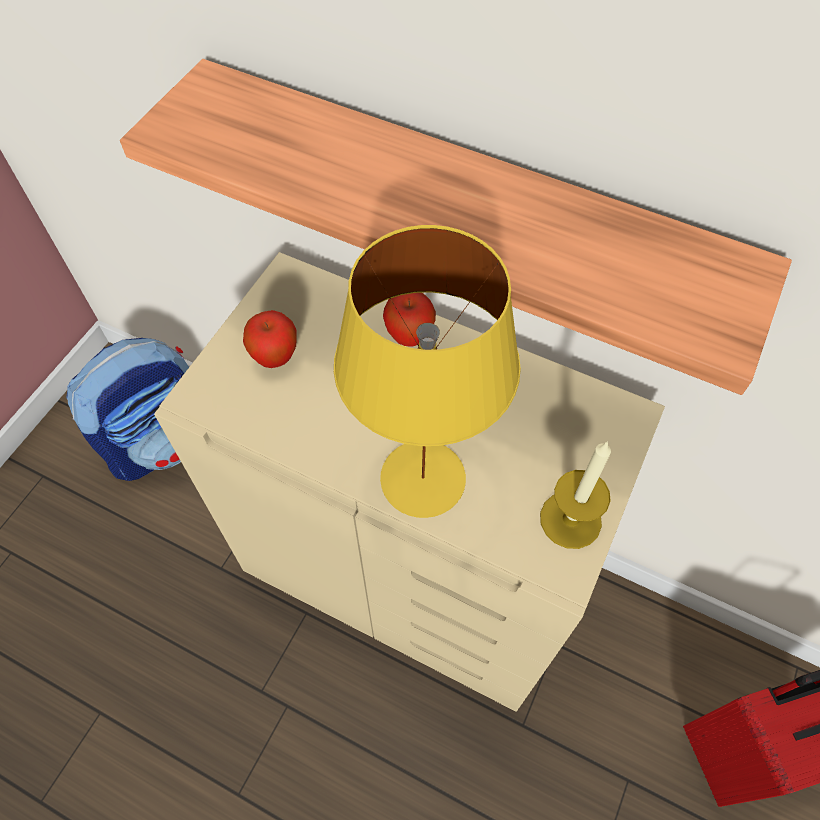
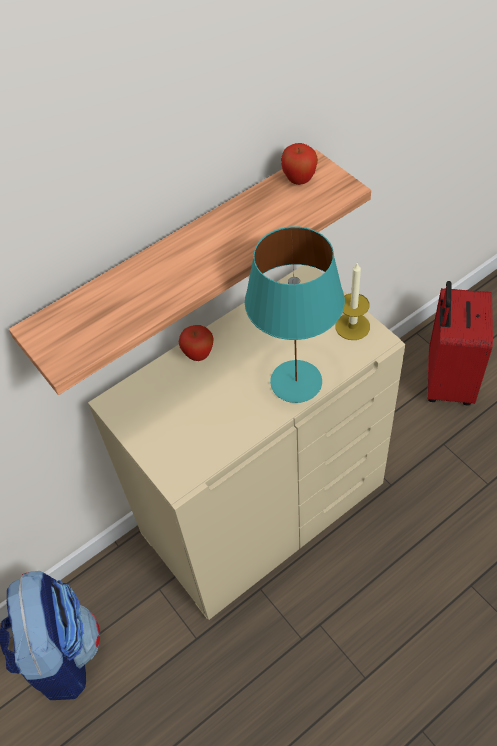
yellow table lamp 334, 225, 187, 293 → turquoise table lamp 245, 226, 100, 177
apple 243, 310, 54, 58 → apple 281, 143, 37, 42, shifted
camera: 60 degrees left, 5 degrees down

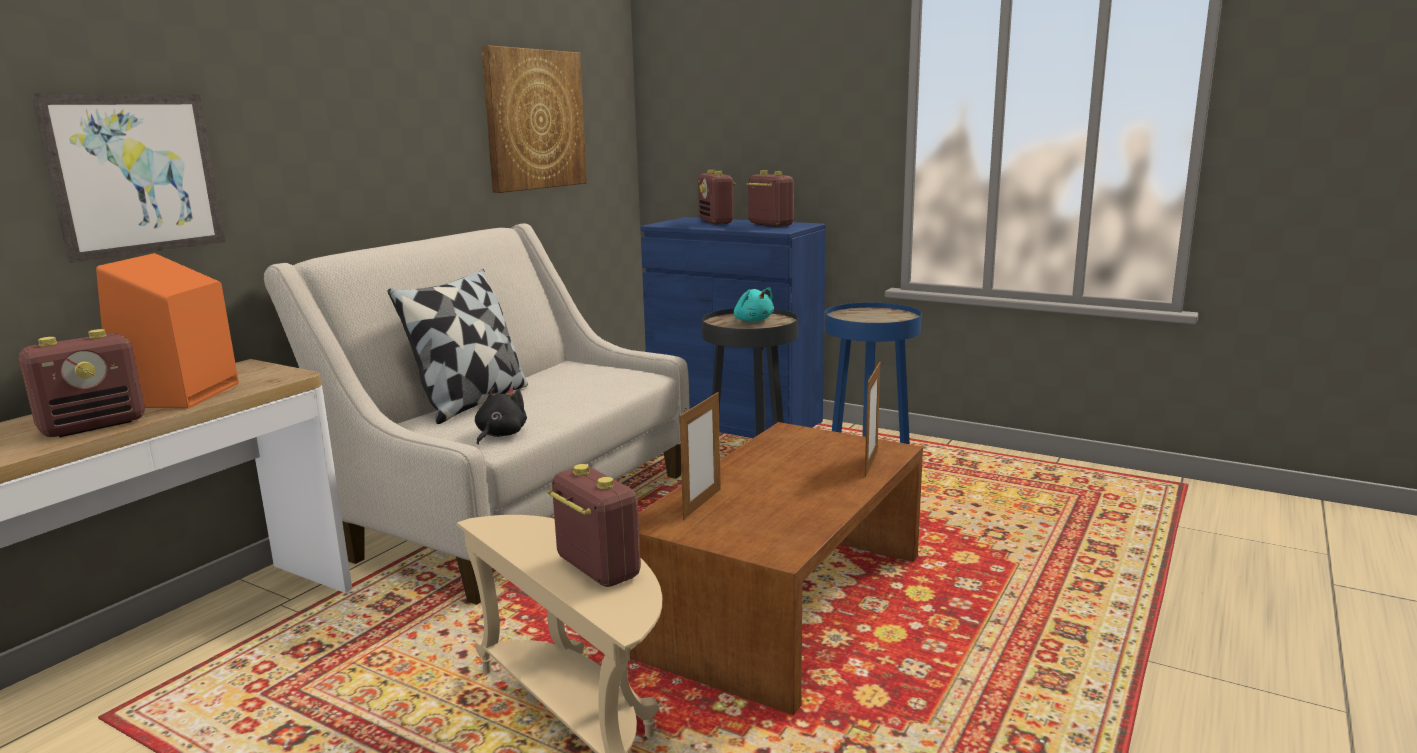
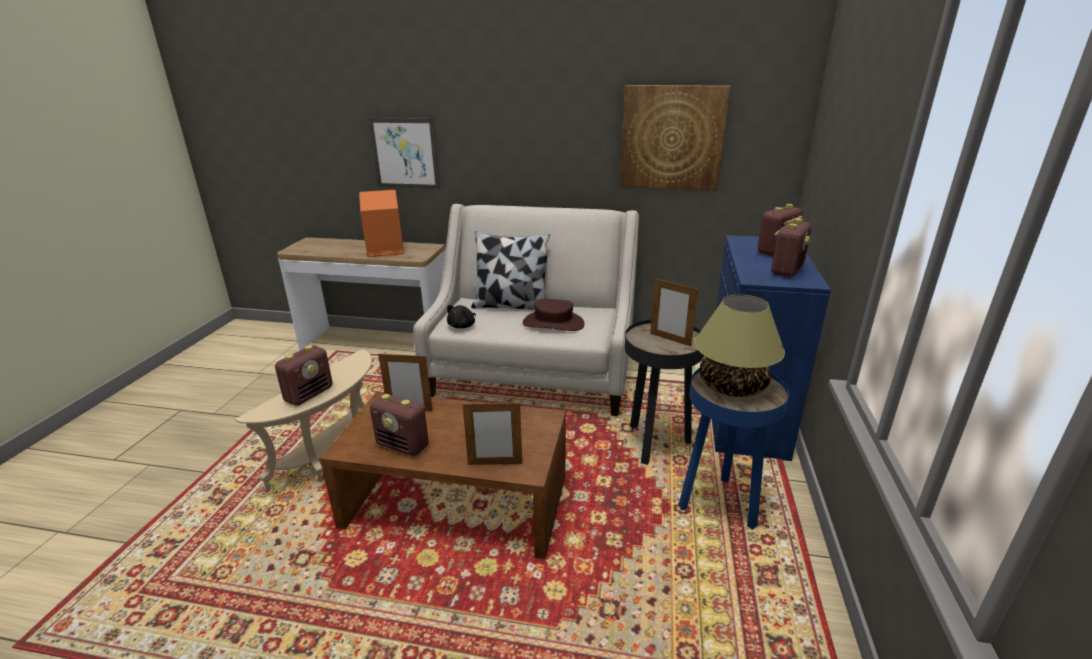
turquoise plush toy 734, 288, 40, 34 → picture frame 650, 279, 48, 67
radio 19, 329, 126, 108 → radio 370, 394, 59, 62, shifted
black plush toy 475, 387, 52, 58 → black plush toy 447, 305, 29, 23, 120 degrees clockwise
- → table lamp 695, 295, 90, 102
- → brown hat 523, 299, 61, 32
camera: 70 degrees right, 10 degrees up

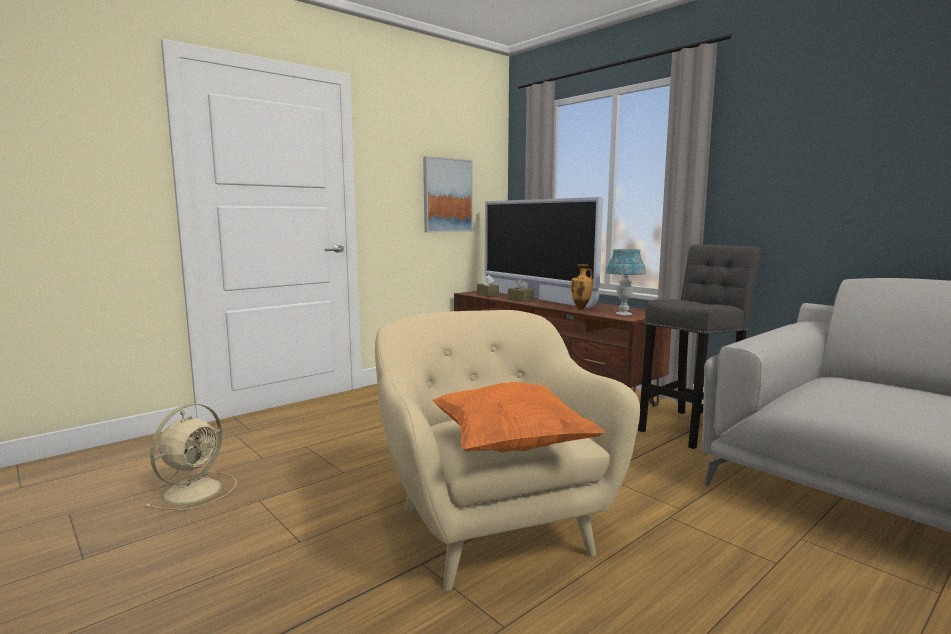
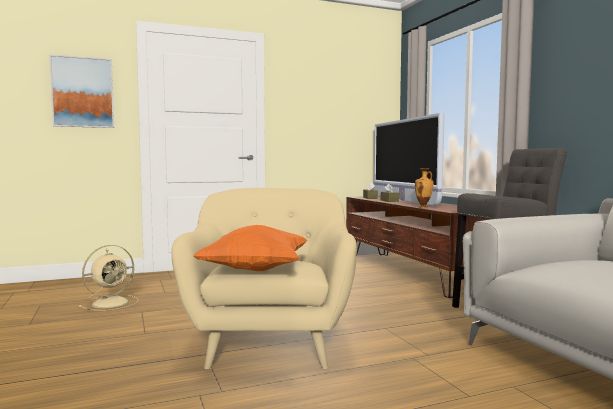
picture 423, 156, 50, 77 → picture 49, 55, 65, 73, shifted
blue table lamp 606, 249, 40, 67 → -
camera: 20 degrees right, 5 degrees down

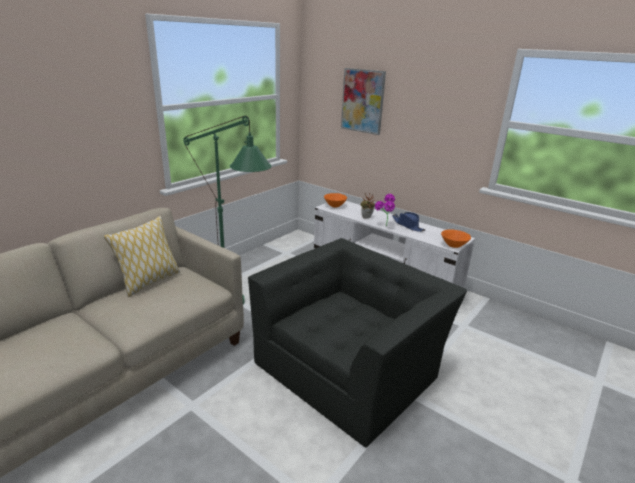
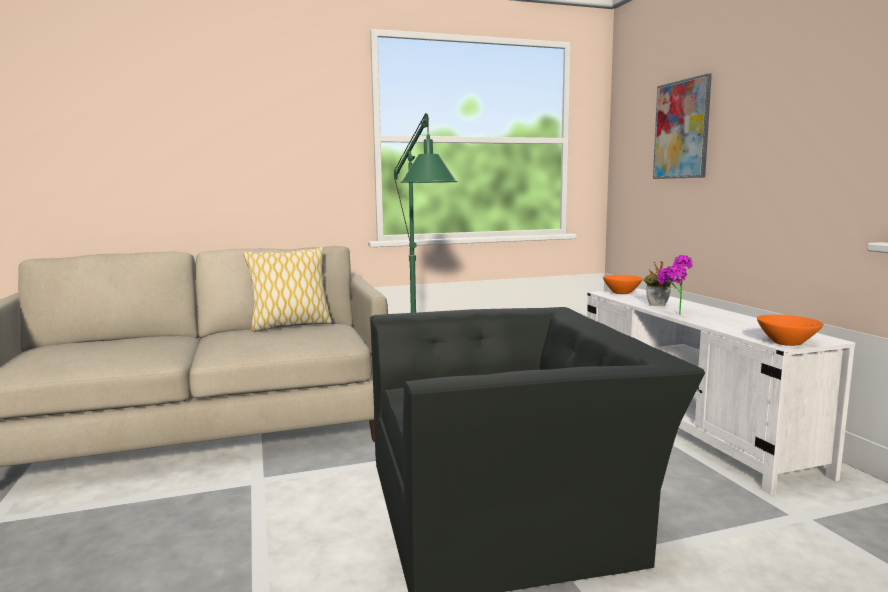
blue hat 392, 212, 34, 20 → -
camera: 35 degrees right, 15 degrees down

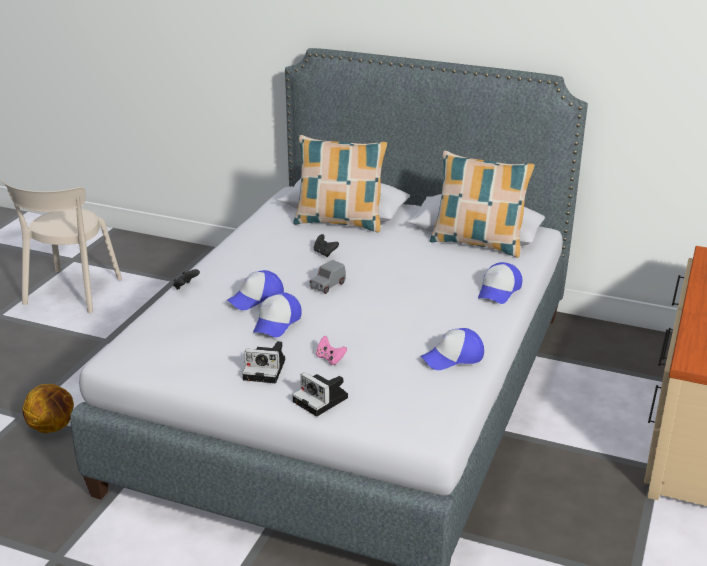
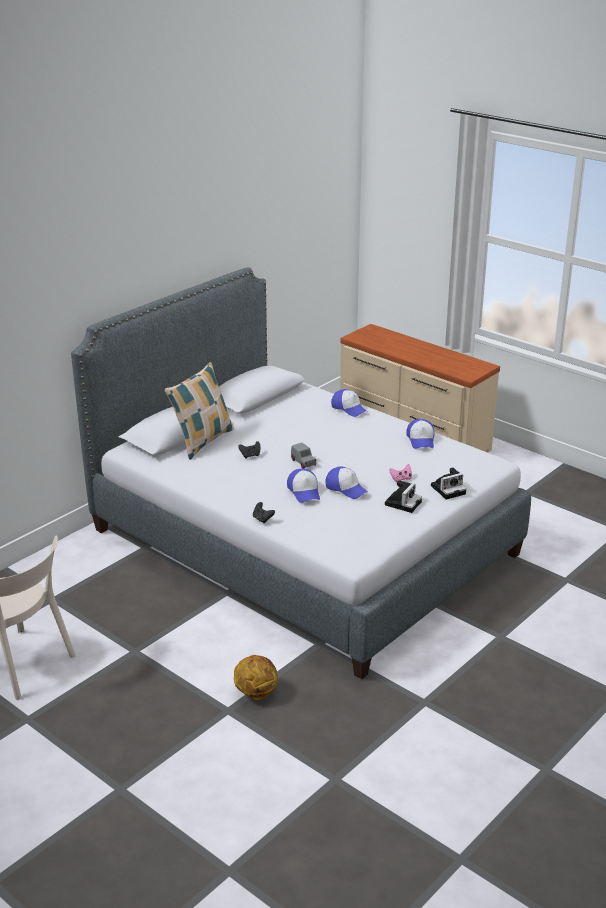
pillow 430, 151, 105, 107 → -
camera: 70 degrees left, 0 degrees up

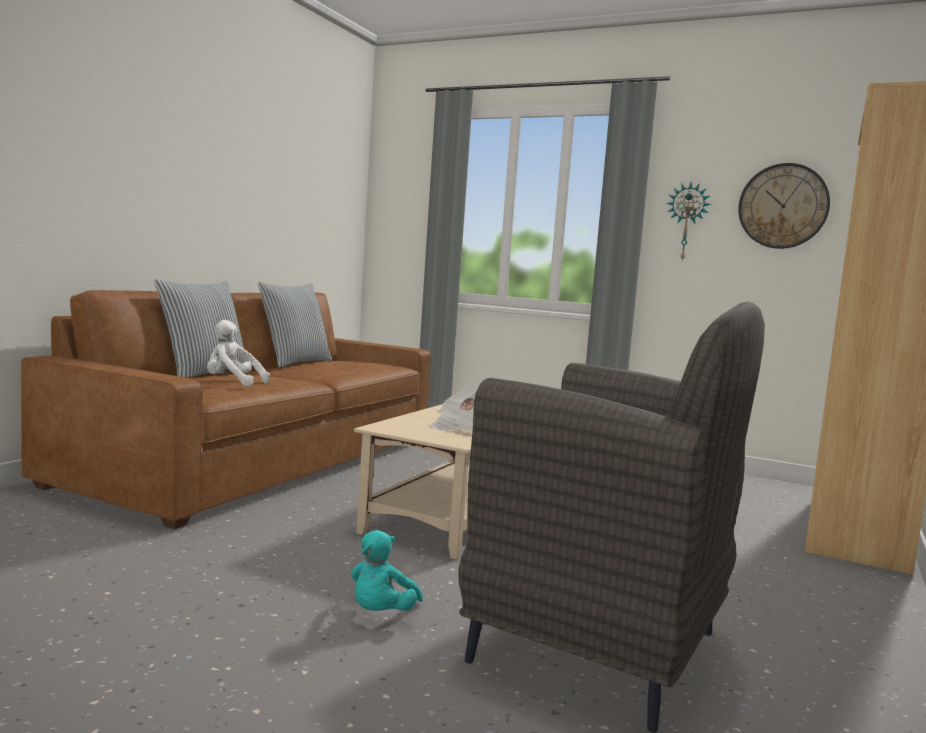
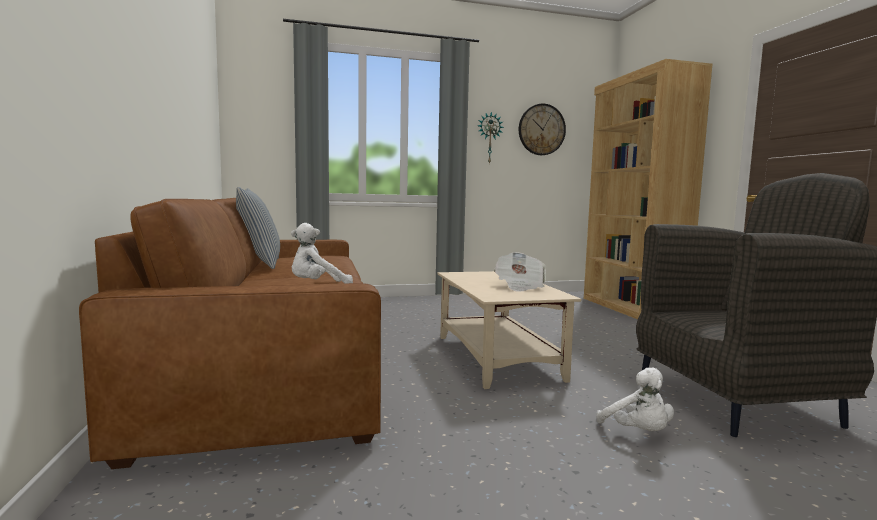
pillow 154, 279, 97, 99 → -
turquoise plush toy 351, 530, 72, 81 → white plush toy 596, 367, 78, 64
camera: 40 degrees left, 0 degrees up

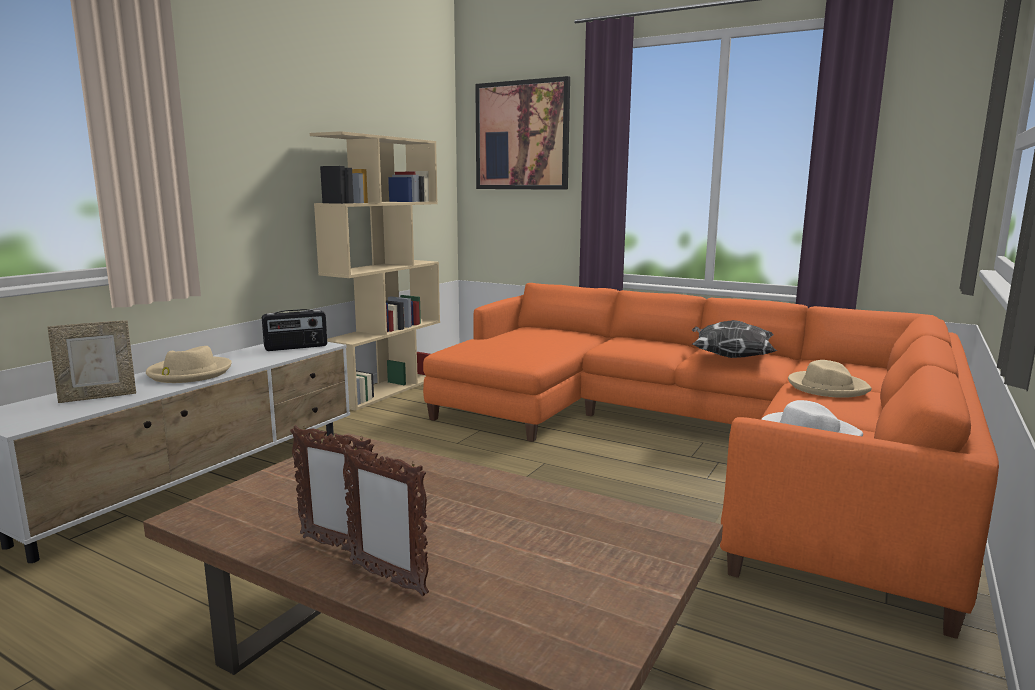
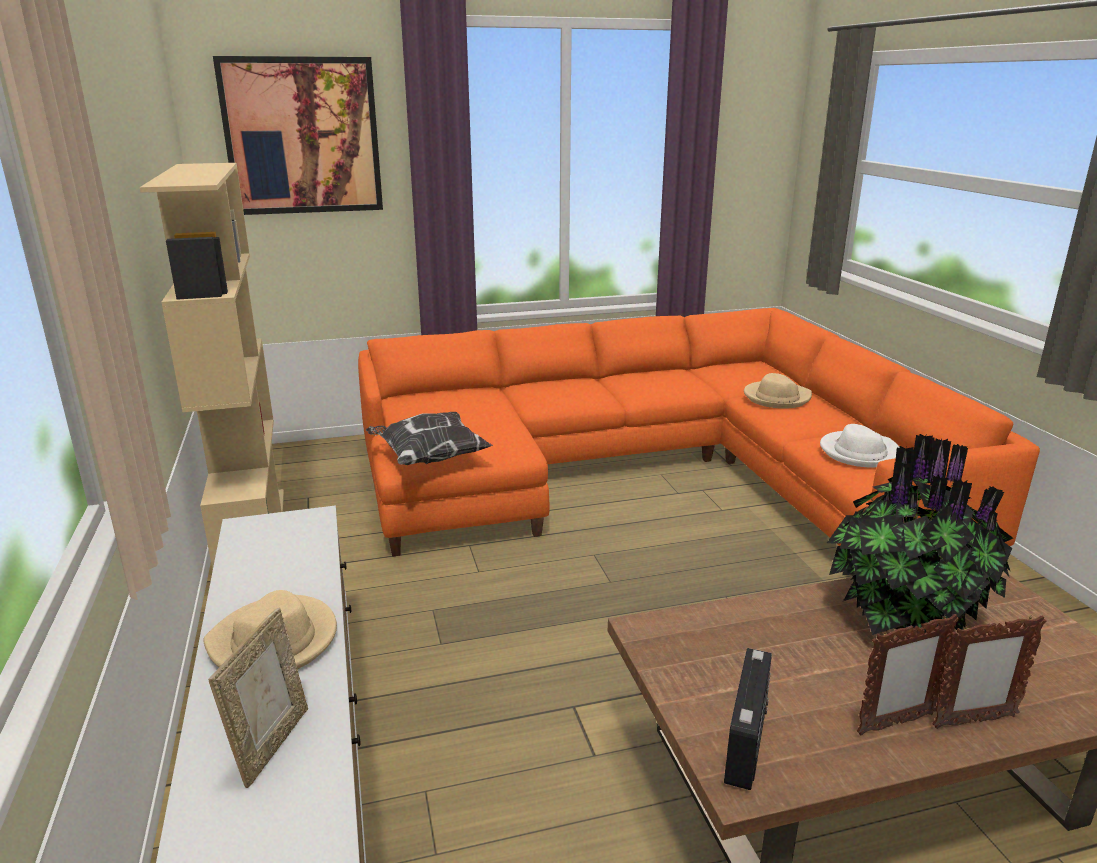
radio 262, 309, 65, 42 → radio 724, 648, 48, 142, shifted
pillow 692, 320, 85, 38 → pillow 366, 412, 127, 53, shifted
- → potted plant 827, 434, 186, 201
camera: 45 degrees left, 10 degrees up

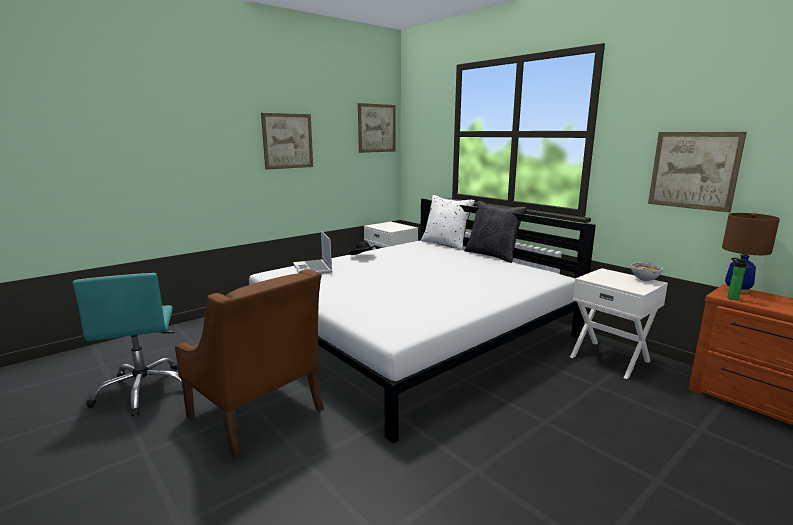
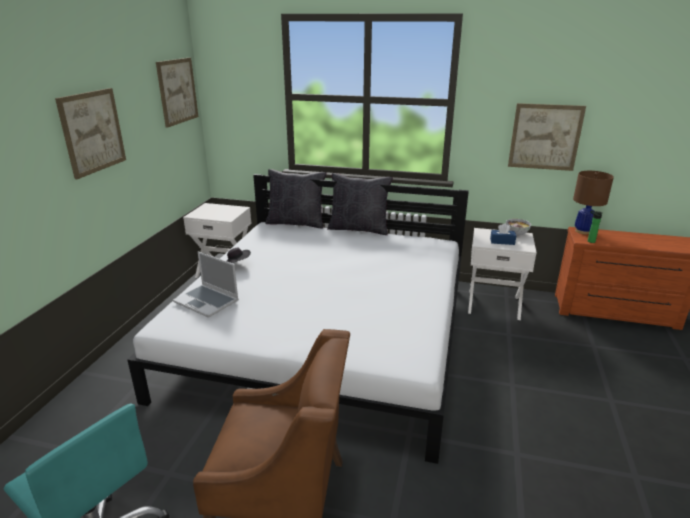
white pillow 421, 195, 54, 55 → black pillow 265, 169, 62, 59
- → blue tissue box 490, 223, 26, 22
camera: 35 degrees left, 10 degrees up

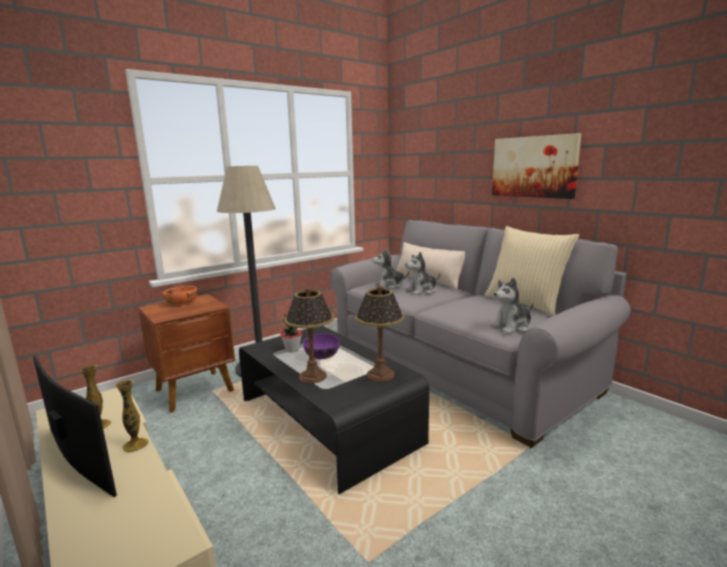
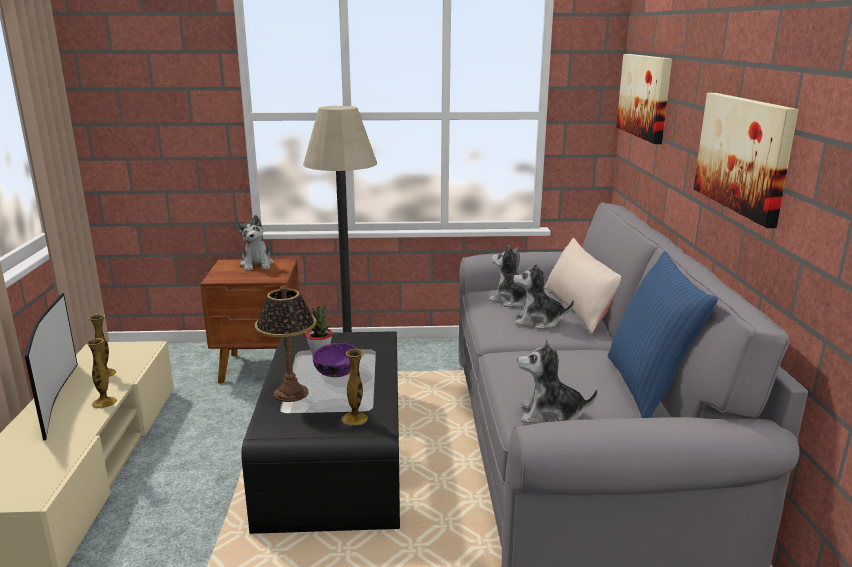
beige pillow 484, 226, 95, 90 → blue pillow 608, 251, 110, 167
table lamp 355, 285, 49, 97 → vase 342, 349, 26, 76
orange bowl 163, 286, 34, 19 → plush toy 236, 215, 38, 56
- → picture 616, 54, 56, 90
camera: 35 degrees right, 5 degrees up

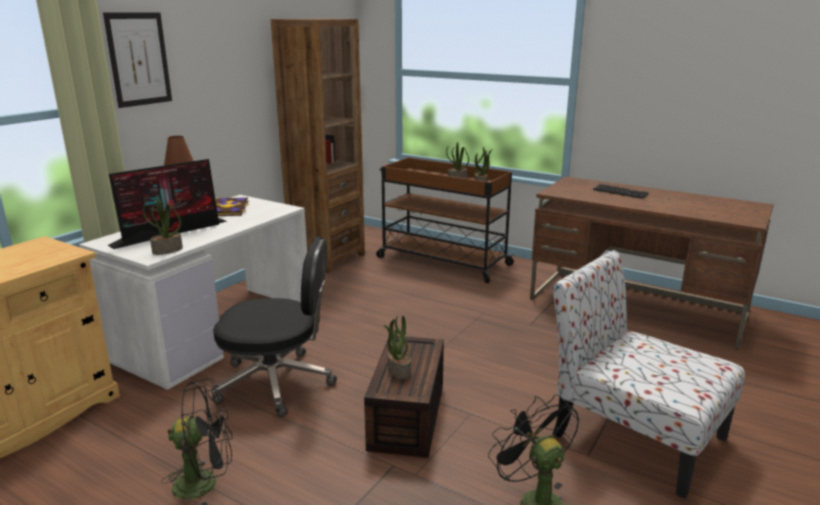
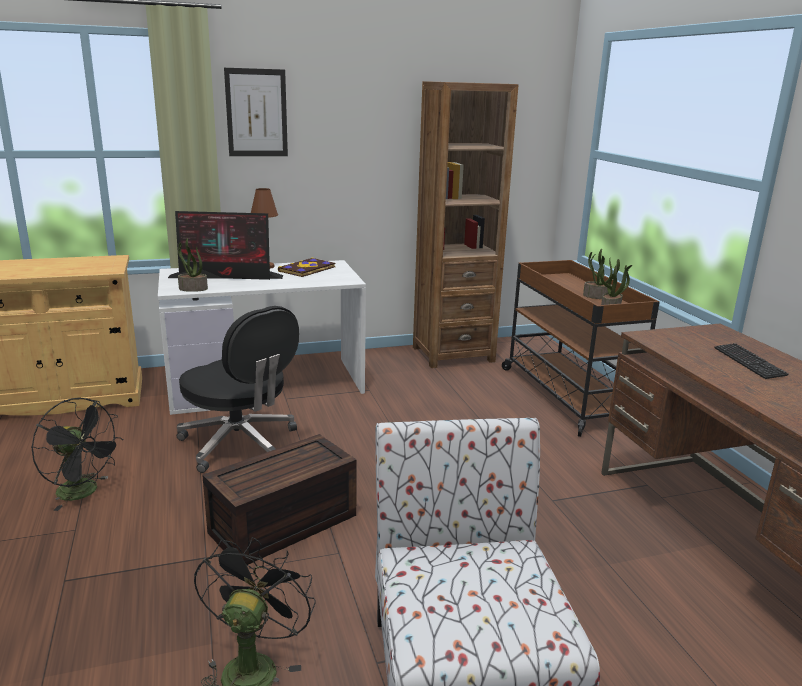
potted plant 383, 316, 28, 63 → -
camera: 40 degrees right, 0 degrees up

